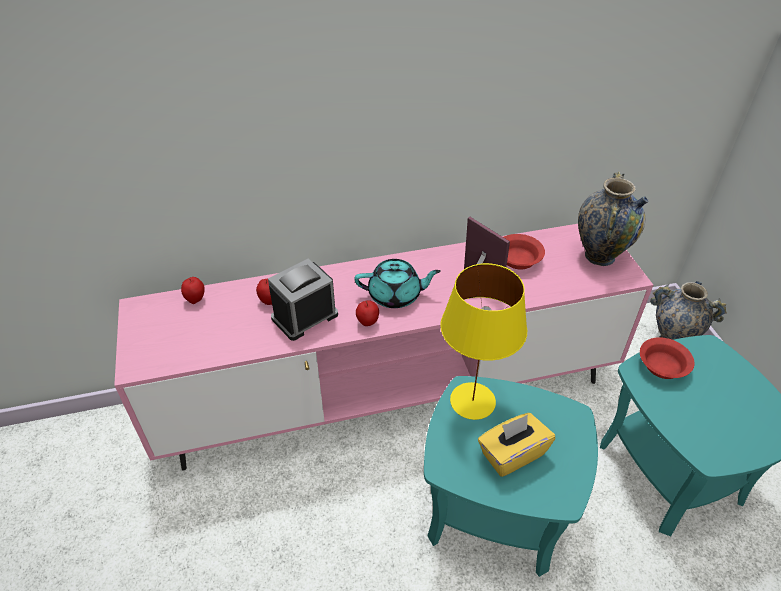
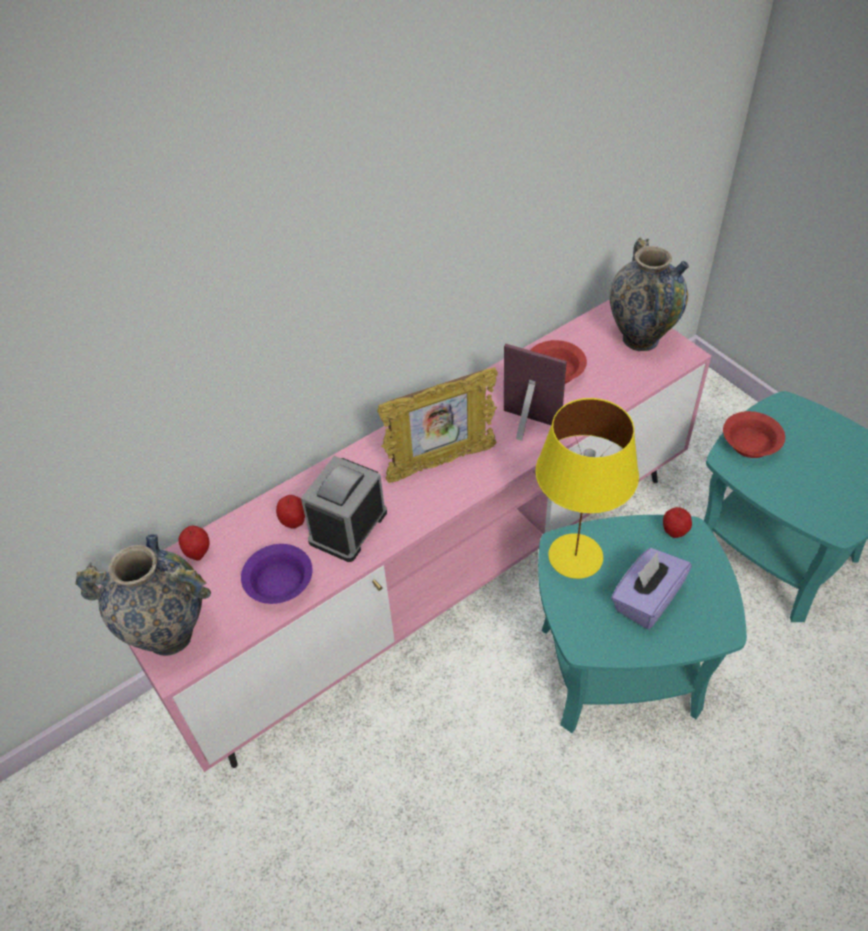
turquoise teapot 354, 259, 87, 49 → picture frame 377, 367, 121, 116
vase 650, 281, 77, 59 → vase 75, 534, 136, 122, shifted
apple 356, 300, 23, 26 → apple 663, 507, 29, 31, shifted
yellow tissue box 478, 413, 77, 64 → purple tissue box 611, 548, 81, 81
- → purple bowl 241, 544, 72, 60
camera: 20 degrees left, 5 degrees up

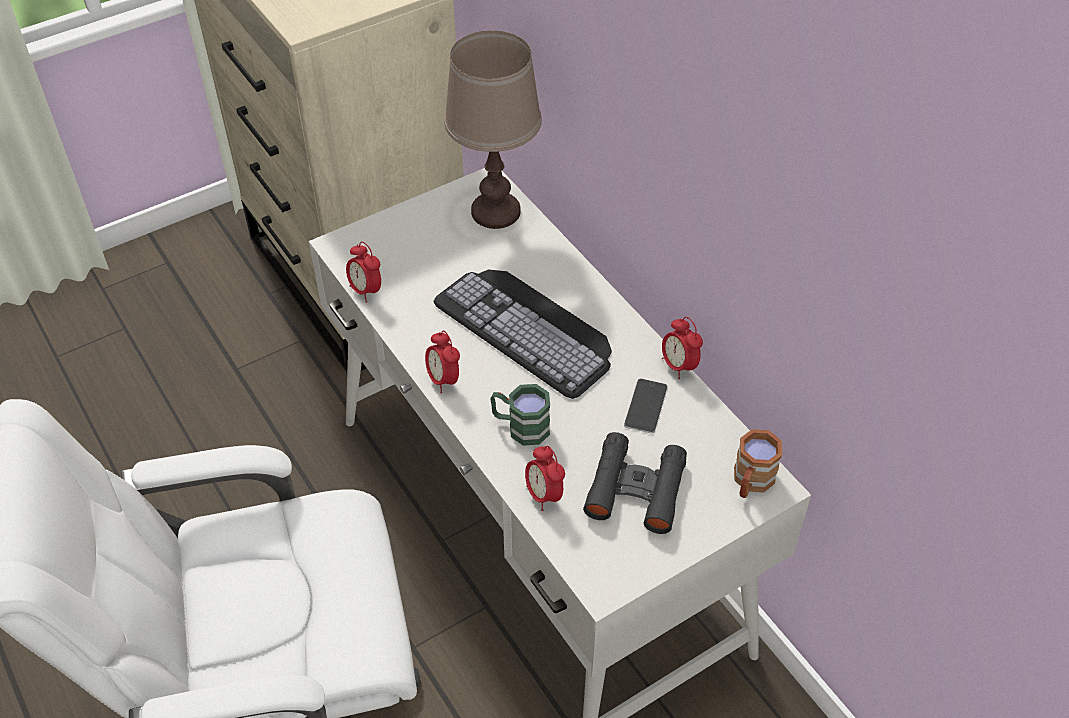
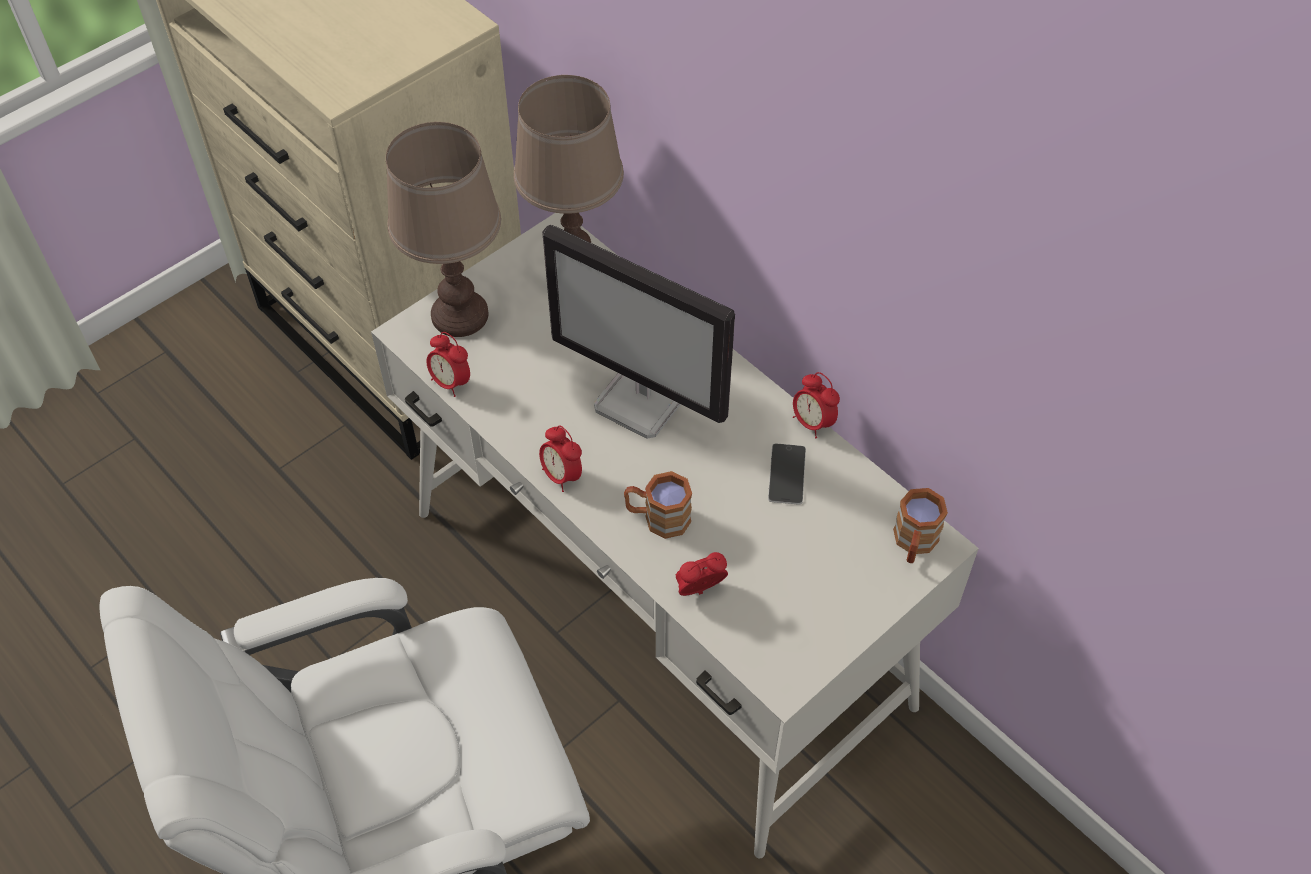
keyboard 434, 269, 178, 130 → monitor 542, 225, 193, 214
green mug 490, 384, 60, 62 → brown mug 624, 471, 68, 68
black binoculars 583, 432, 104, 102 → -
alarm clock 525, 446, 40, 65 → alarm clock 676, 552, 52, 44, 105 degrees clockwise
- → brown table lamp 386, 122, 115, 215
camera: 10 degrees left, 5 degrees up

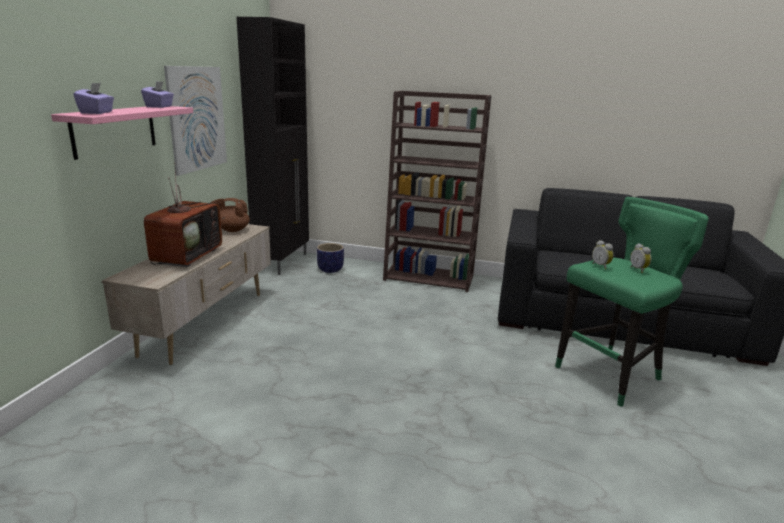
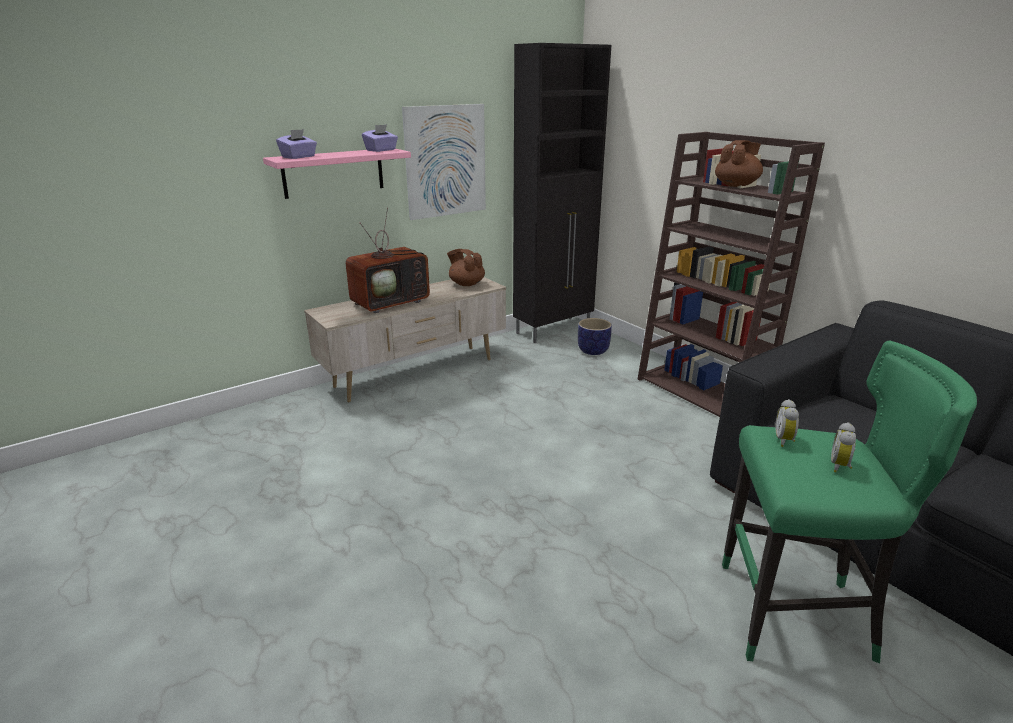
- → brown teapot 715, 140, 48, 47
camera: 40 degrees right, 5 degrees up

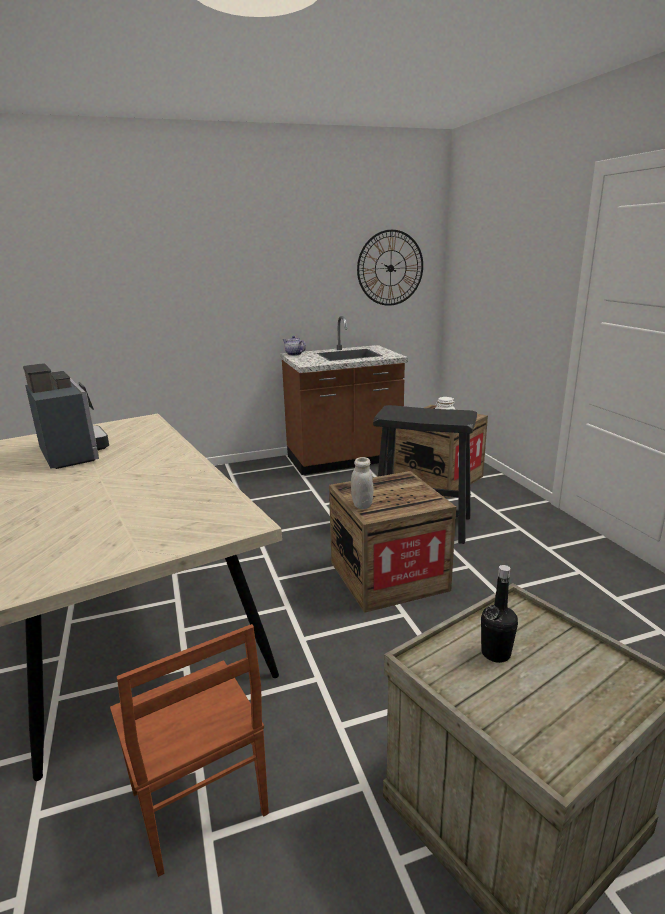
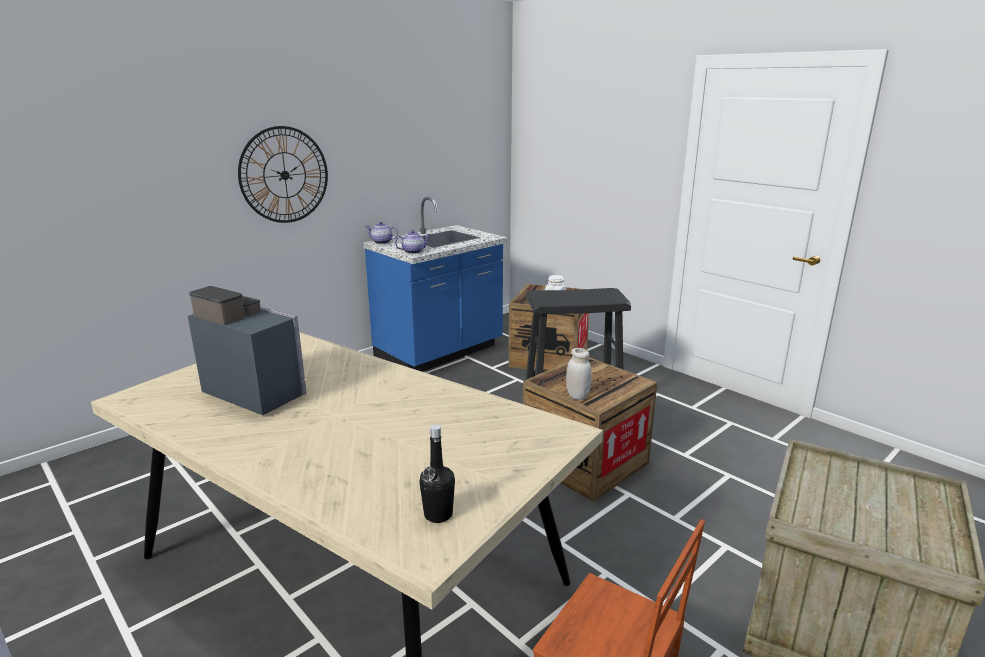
wall clock 357, 230, 66, 76 → wall clock 238, 126, 90, 97, shifted
brown counter 280, 316, 128, 159 → blue counter 363, 197, 145, 175
black bottle 481, 565, 37, 98 → black bottle 419, 424, 36, 99, shifted
- → teapot 395, 230, 35, 24
camera: 25 degrees left, 0 degrees up

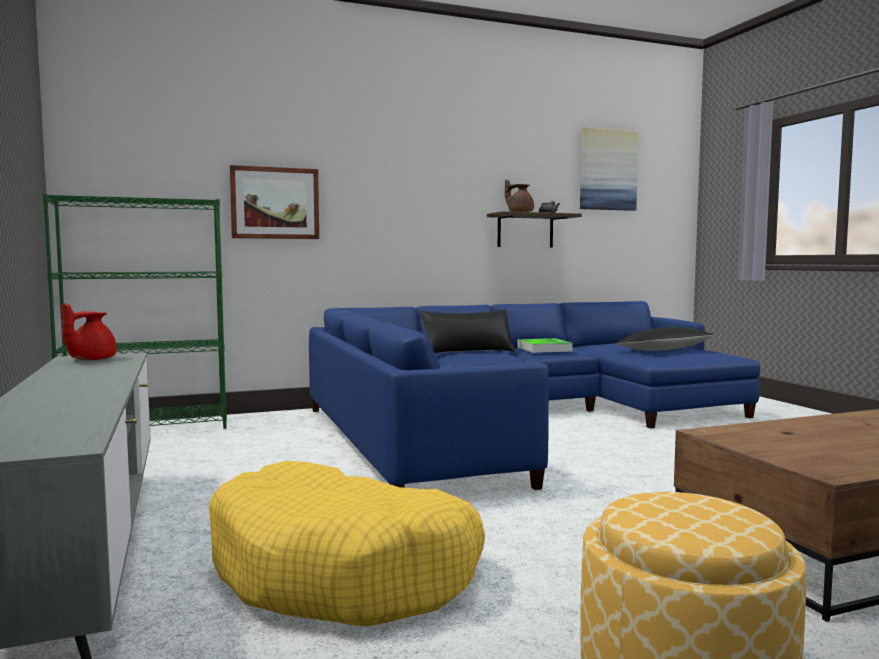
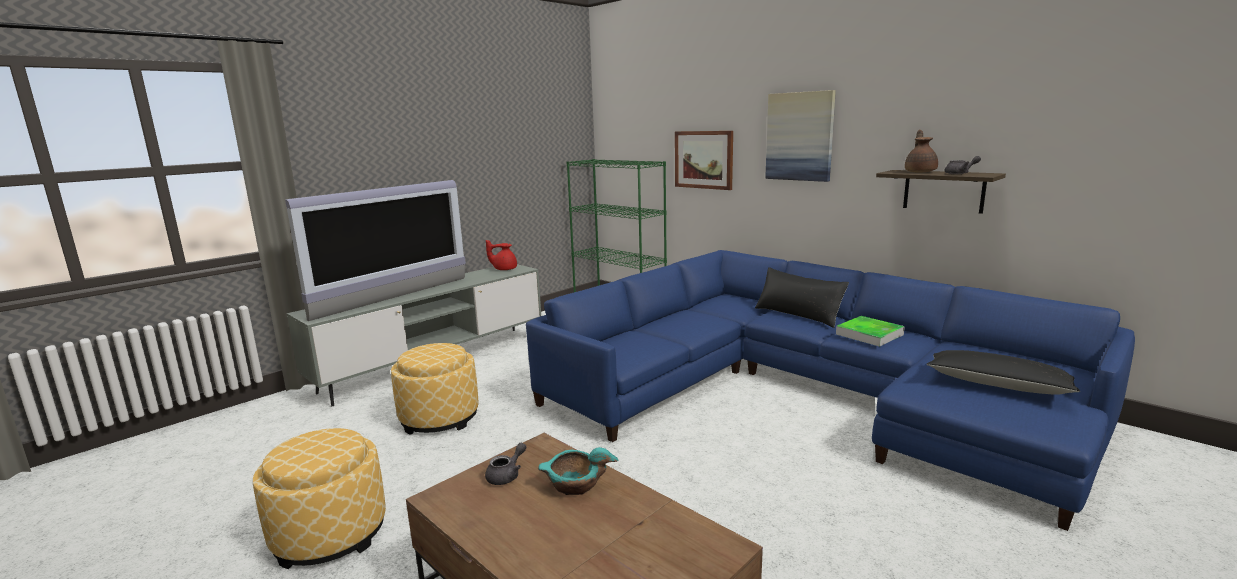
picture 580, 127, 59, 84 → picture 765, 90, 71, 92, shifted
yellow dog bed 209, 461, 276, 165 → ottoman 391, 343, 87, 92
- → television 285, 180, 181, 141
- → grey teapot 485, 443, 41, 42
- → turquoise bowl 538, 447, 80, 48
camera: 65 degrees right, 10 degrees up

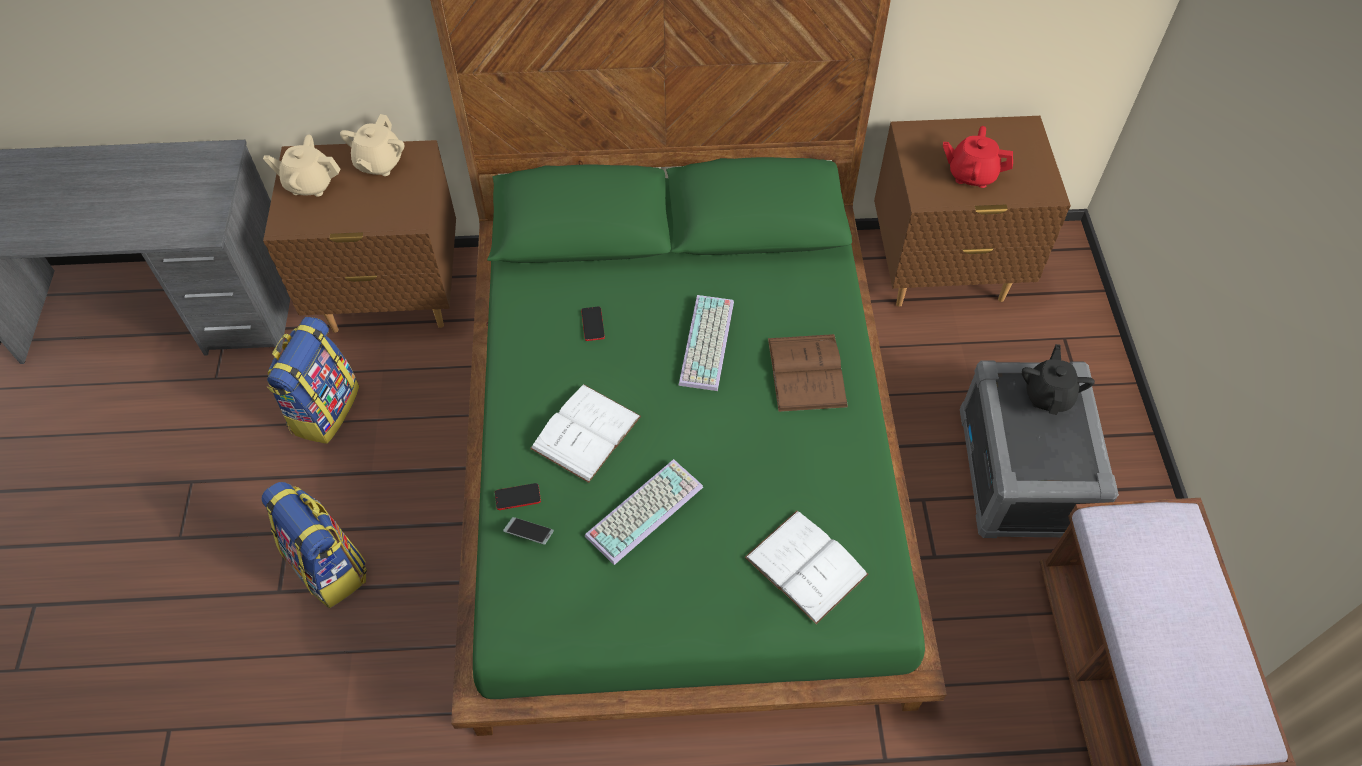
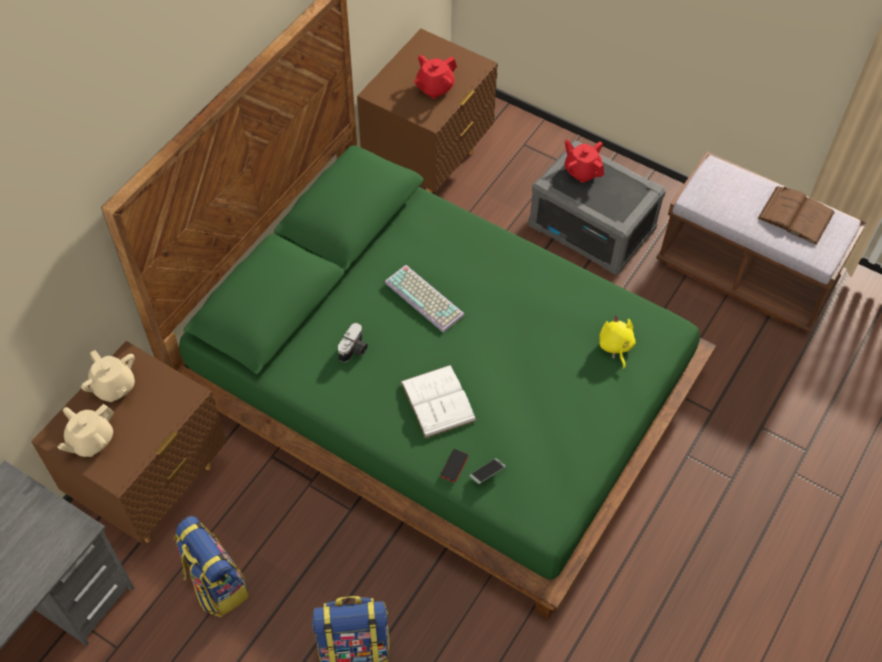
phone 581, 306, 24, 35 → photo camera 338, 323, 30, 40
brown book 768, 334, 80, 78 → brown book 757, 186, 78, 59, shifted
black teapot 1022, 344, 73, 71 → red teapot 564, 139, 40, 44
keyboard 585, 459, 118, 106 → -
white book 745, 511, 124, 113 → yellow plush toy 599, 315, 37, 54
camera: 55 degrees left, 0 degrees up

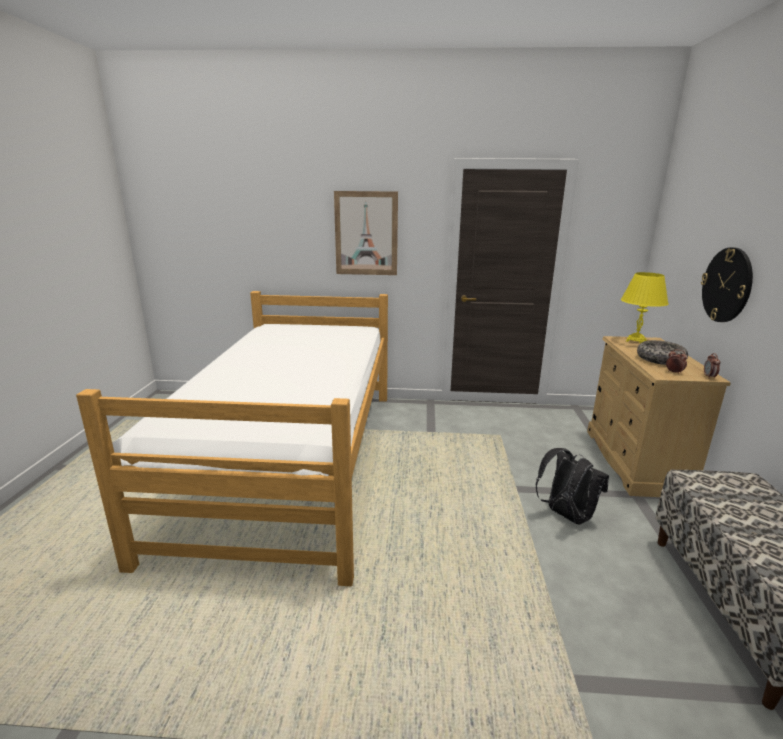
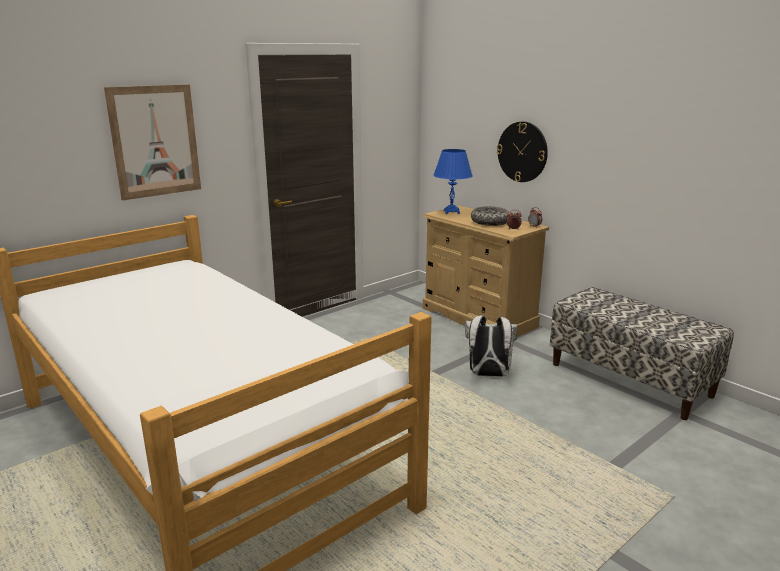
yellow table lamp 621, 272, 48, 72 → blue table lamp 433, 149, 40, 65
black backpack 536, 448, 73, 77 → white backpack 465, 315, 53, 62
camera: 45 degrees left, 0 degrees up

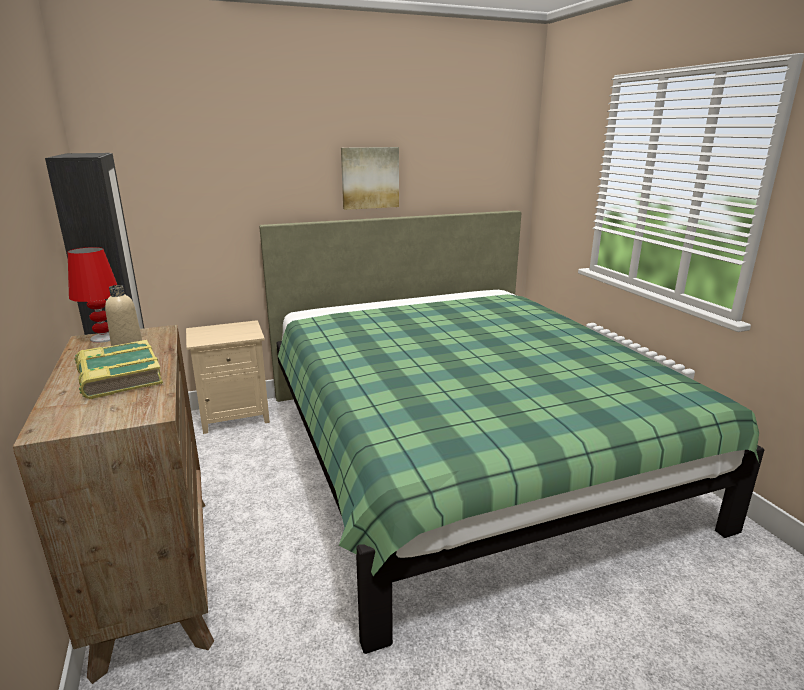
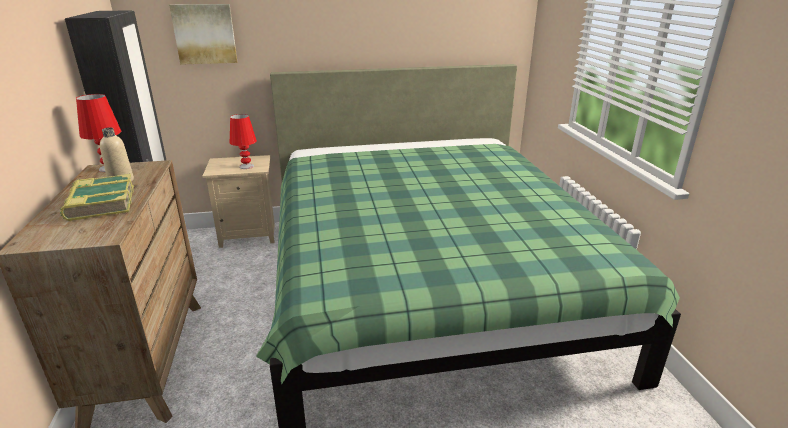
picture 341, 147, 58, 63 → picture 169, 4, 69, 61, shifted
- → red table lamp 230, 114, 27, 55
camera: 10 degrees right, 5 degrees up

